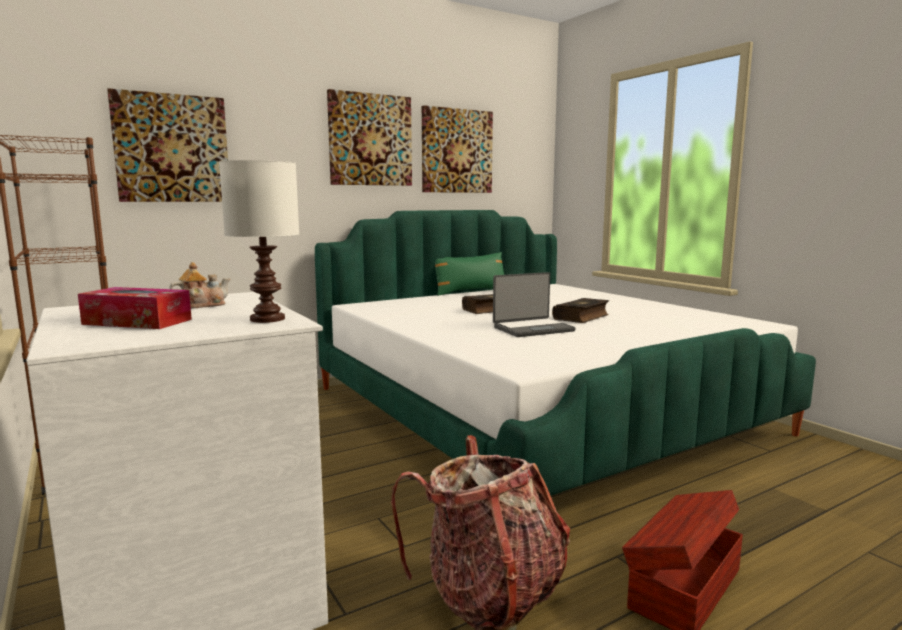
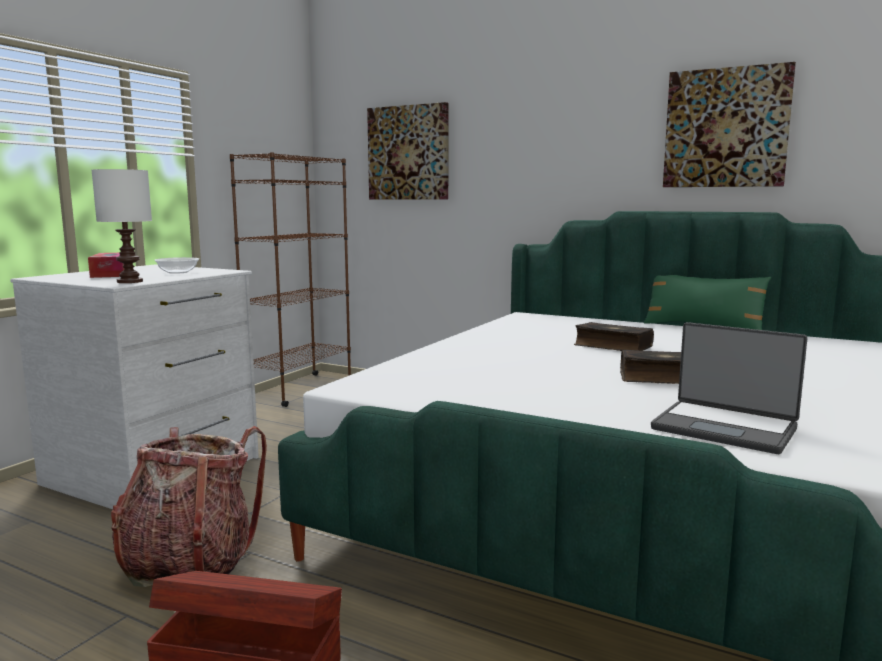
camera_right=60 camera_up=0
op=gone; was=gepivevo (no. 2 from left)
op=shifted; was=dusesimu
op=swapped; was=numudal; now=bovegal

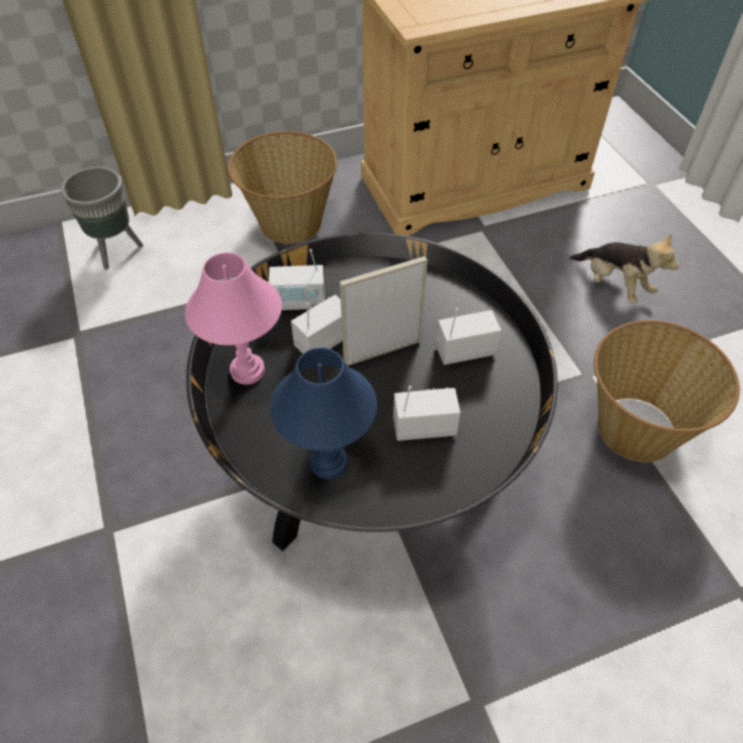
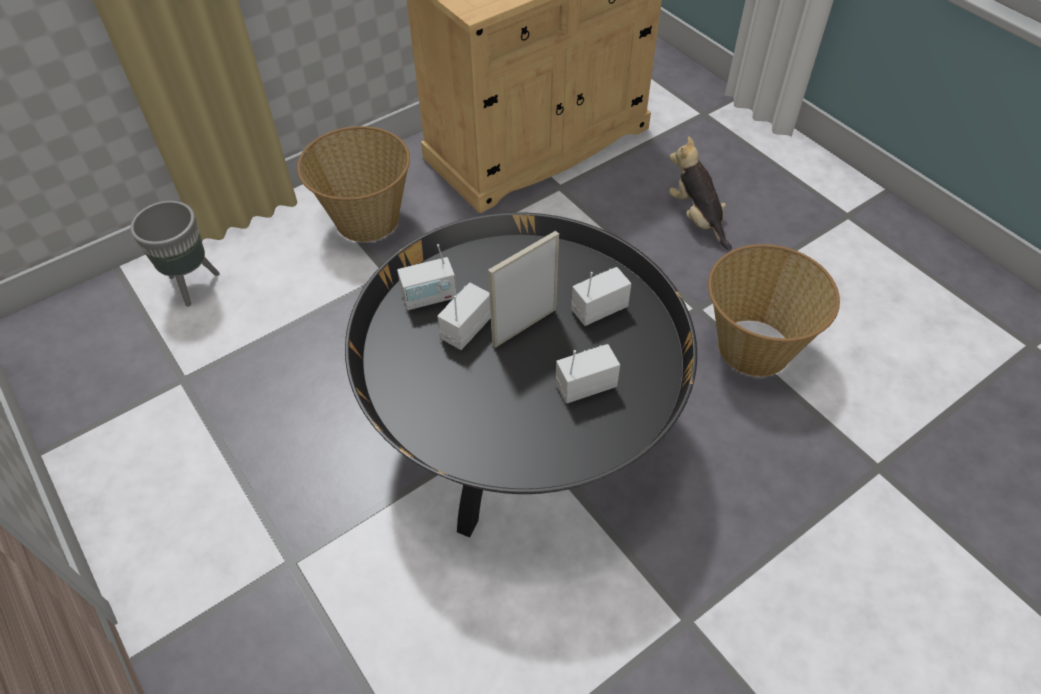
camera_right=-15 camera_up=0
op=gone; was=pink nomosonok
op=gone; was=blue nomosonok
op=rotated; was=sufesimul; clockwise=-150

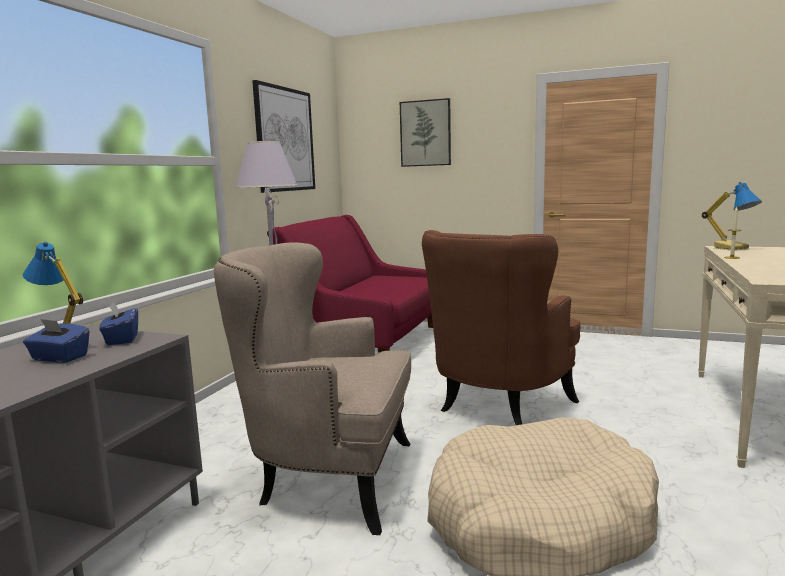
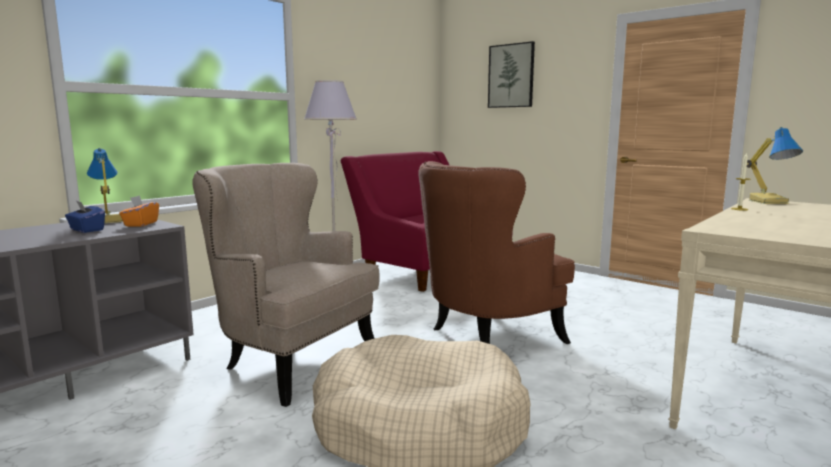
camera_right=20 camera_up=0
op=gone; was=gepivevo (no. 1 from left)
op=repainted; was=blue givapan (no. 2 from left); now=orange givapan

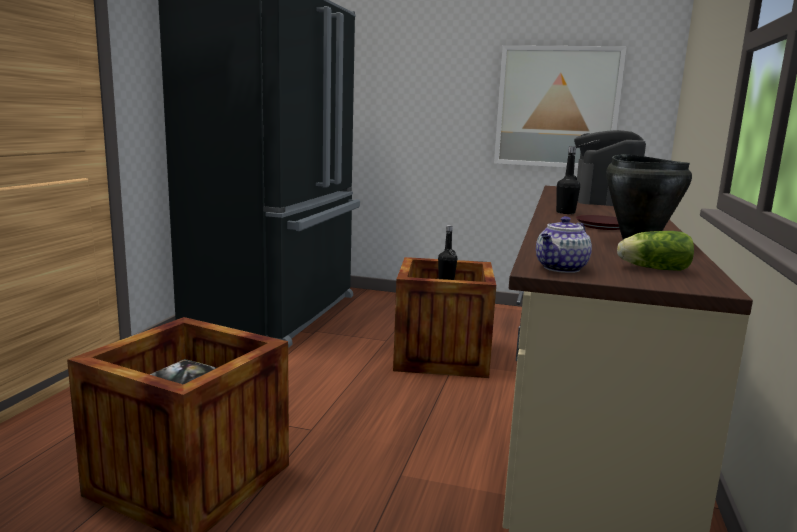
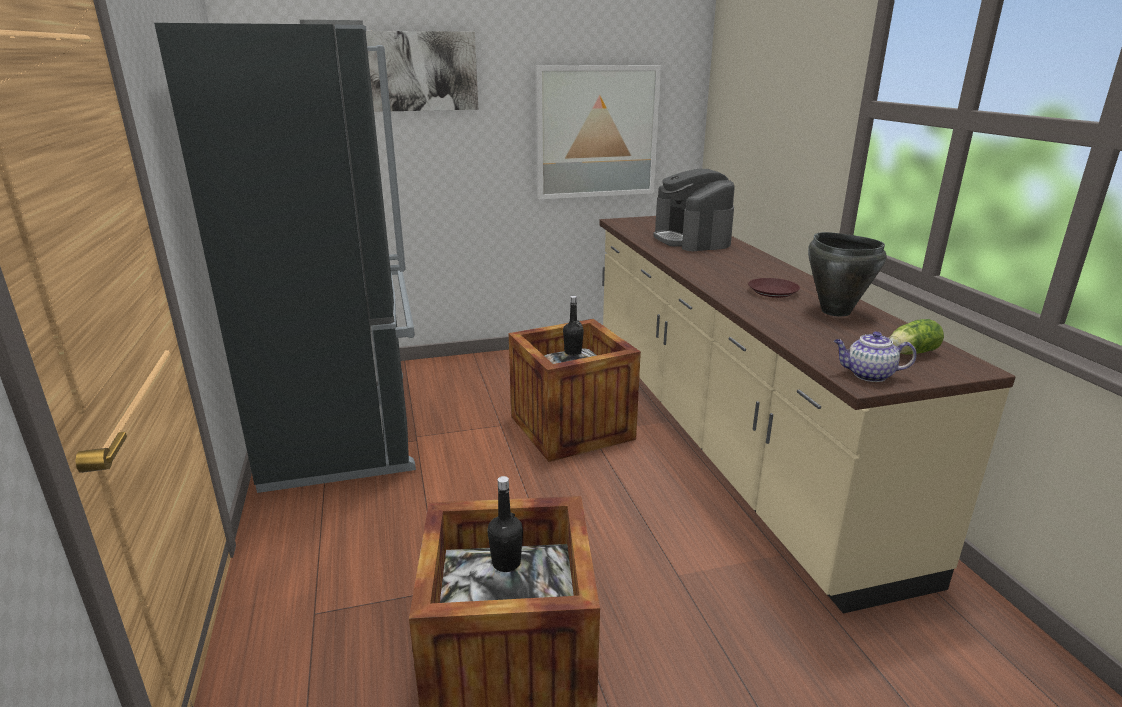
camera_right=-30 camera_up=10
op=new; now=gepivevo (no. 1 from left)
op=shifted; was=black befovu (no. 2 from left in the first image); now=black befovu (no. 1 from left)
op=rotated; was=numudal; clockwise=90

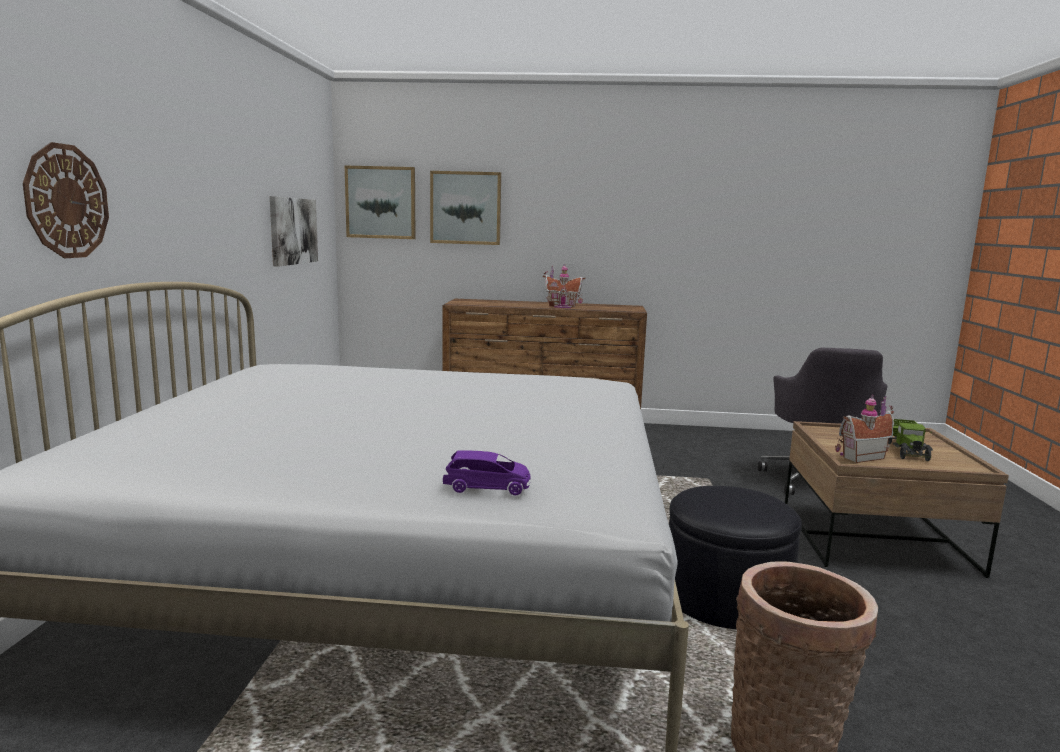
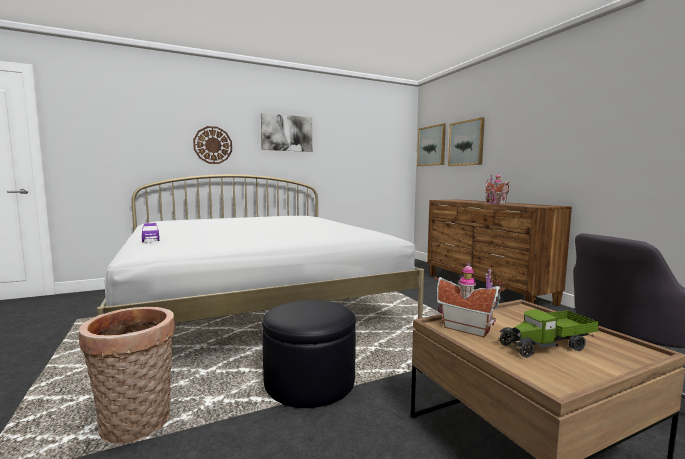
camera_right=60 camera_up=-5
op=shifted; was=gepivevo (no. 1 from left)

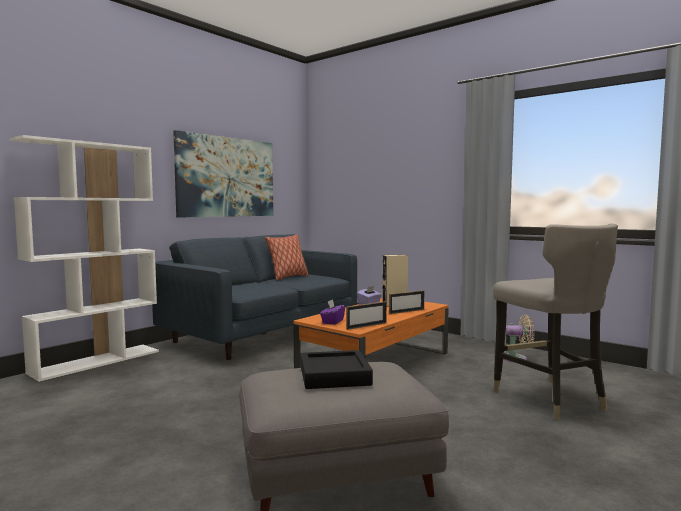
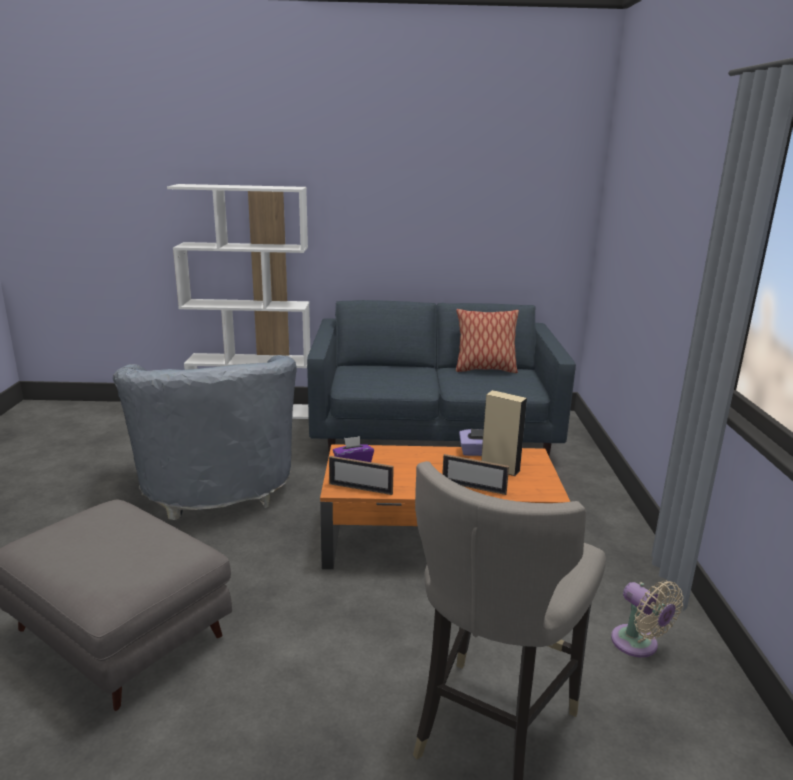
camera_right=50 camera_up=15
op=gone; was=gepivevo
op=gone; was=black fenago
op=new; now=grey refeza

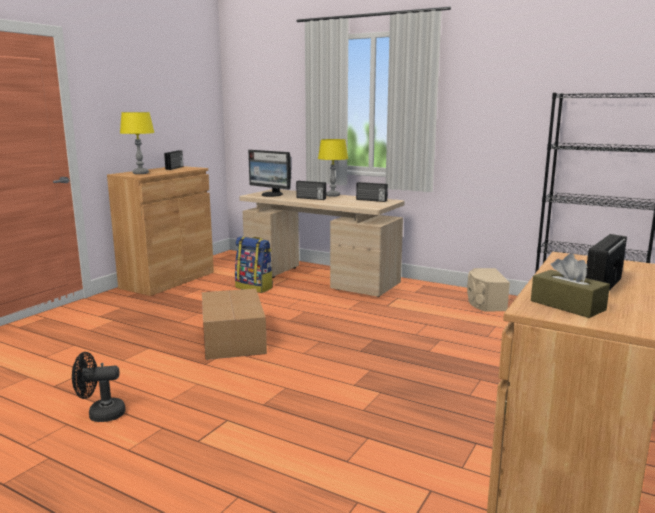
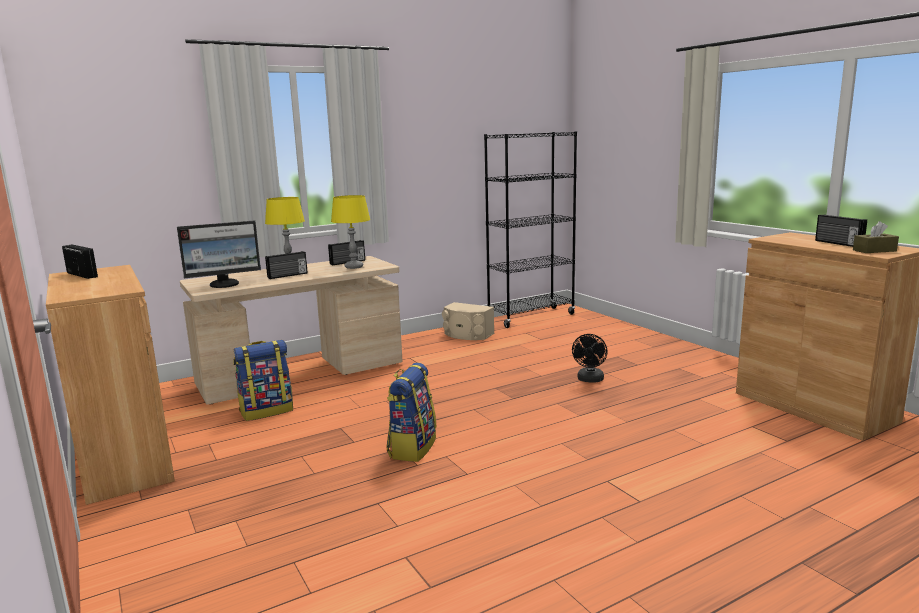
camera_right=-60 camera_up=0
op=shifted; was=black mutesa
op=shifted; was=yellow nomosonok (no. 1 from left in the first image); now=yellow nomosonok (no. 2 from left)
op=swapped; was=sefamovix; now=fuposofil (no. 2 from left)

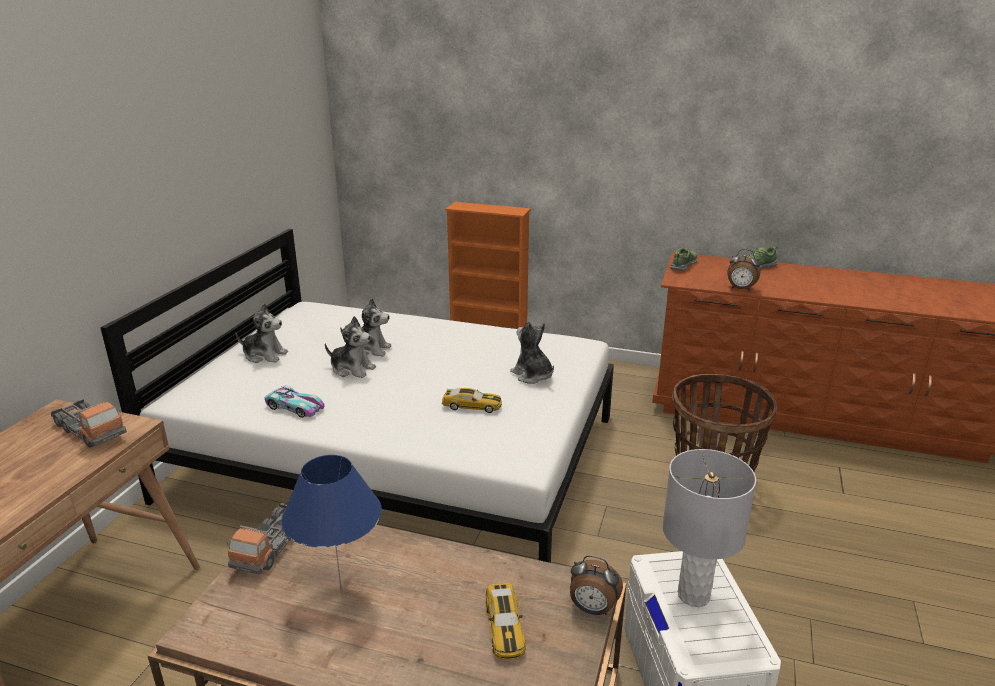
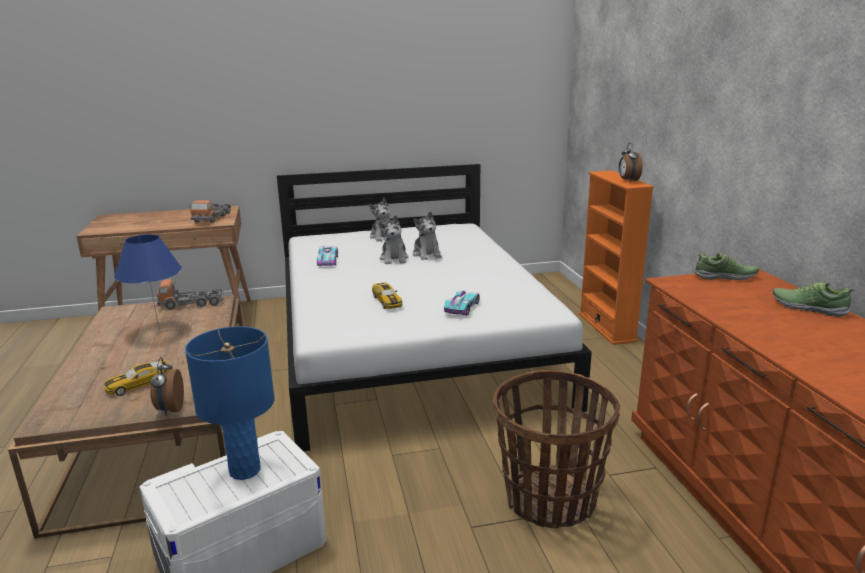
camera_right=60 camera_up=-5
op=shifted; was=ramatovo (no. 2 from left)
op=swapped; was=sufesimul (no. 4 from left); now=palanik (no. 4 from left)
op=repainted; was=grey nomosonok; now=blue nomosonok (no. 2 from left)

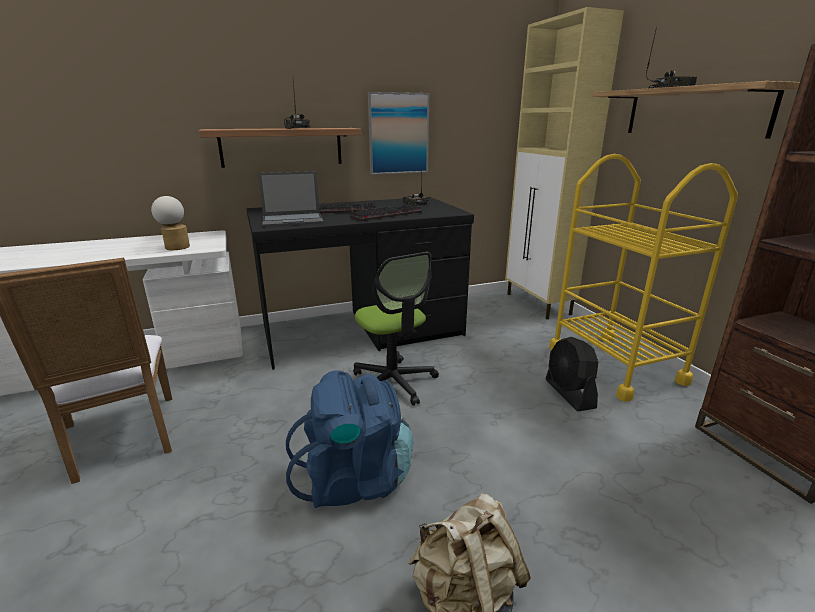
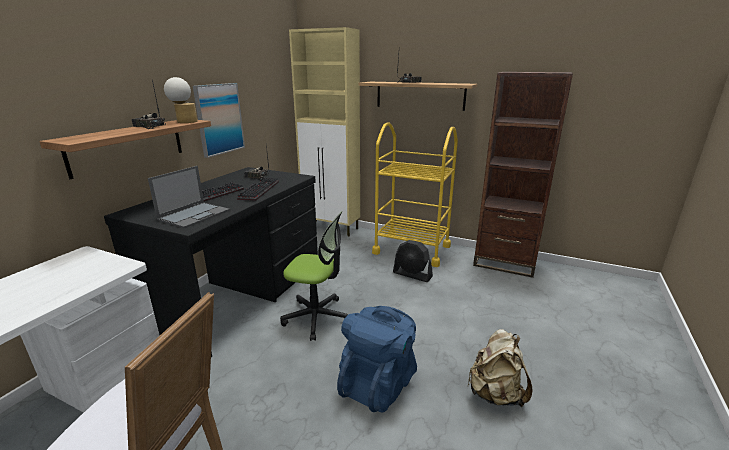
camera_right=-45 camera_up=0
op=shifted; was=nomosonok

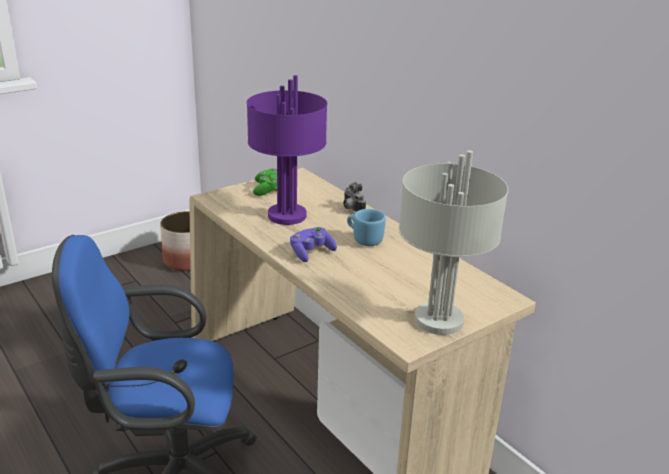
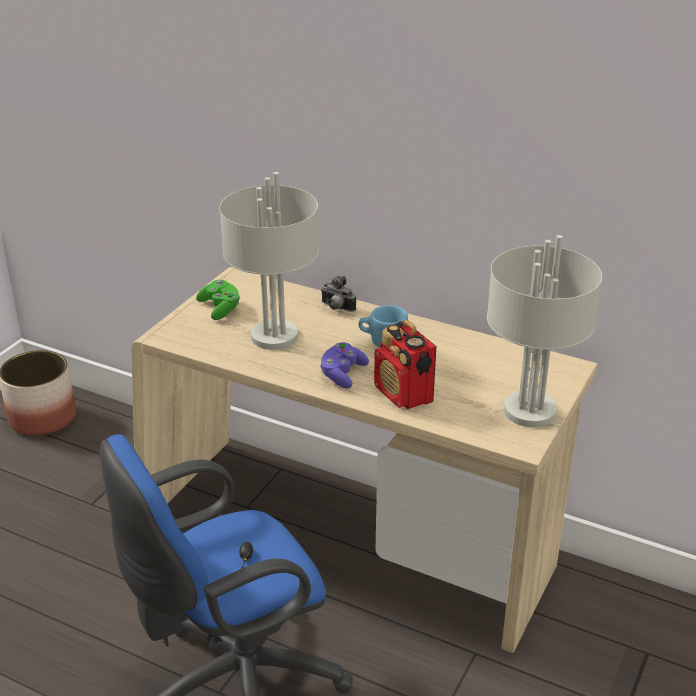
camera_right=-25 camera_up=5
op=new; now=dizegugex
op=repainted; was=purple nomosonok; now=grey nomosonok (no. 1 from left)

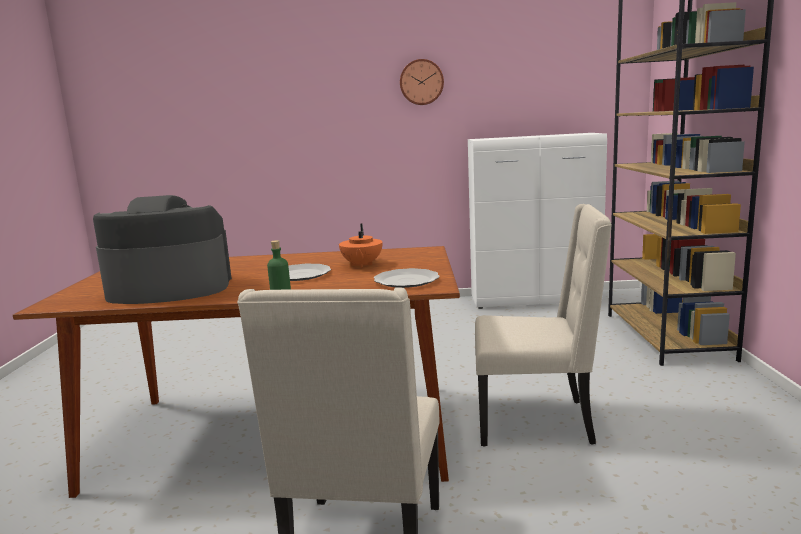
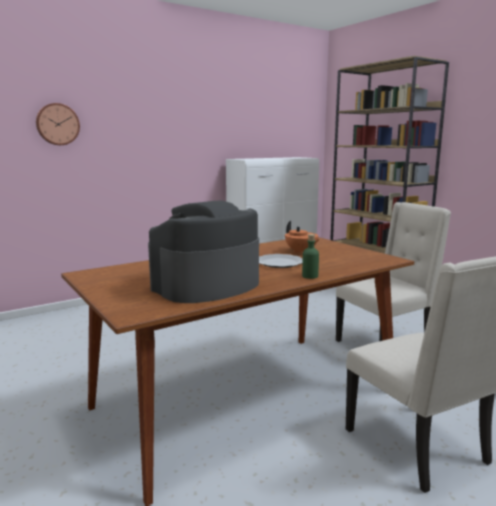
camera_right=-35 camera_up=0
op=gone; was=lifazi (no. 2 from left)
op=shifted; was=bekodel

